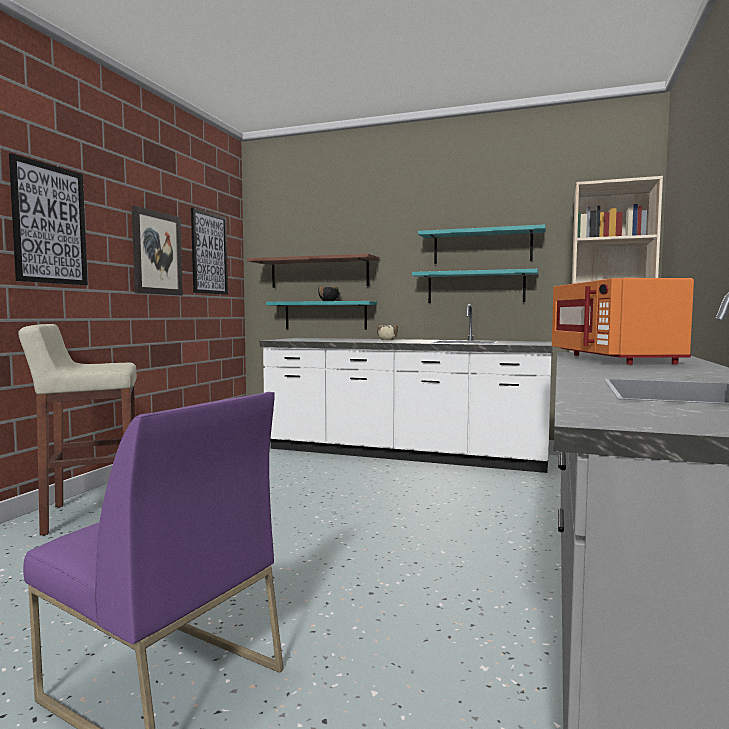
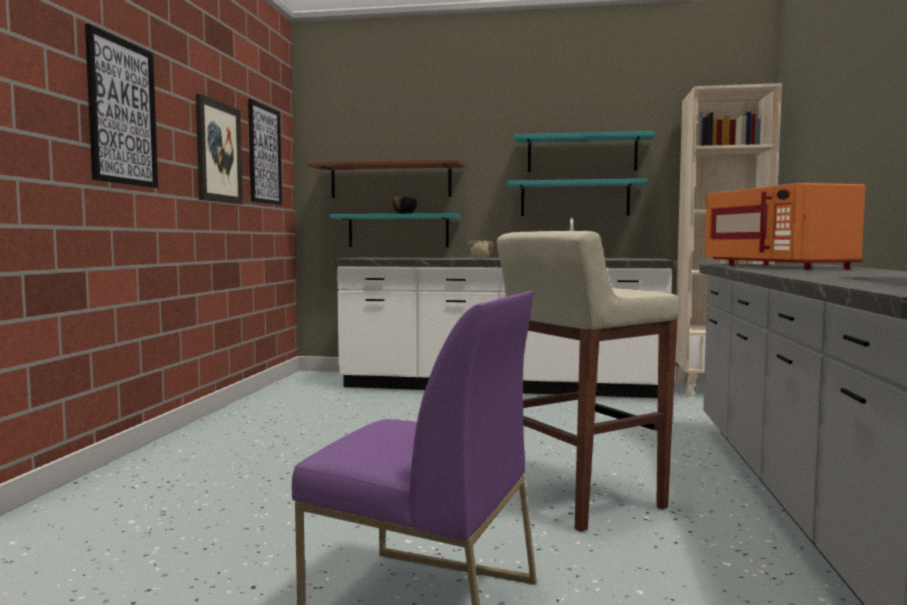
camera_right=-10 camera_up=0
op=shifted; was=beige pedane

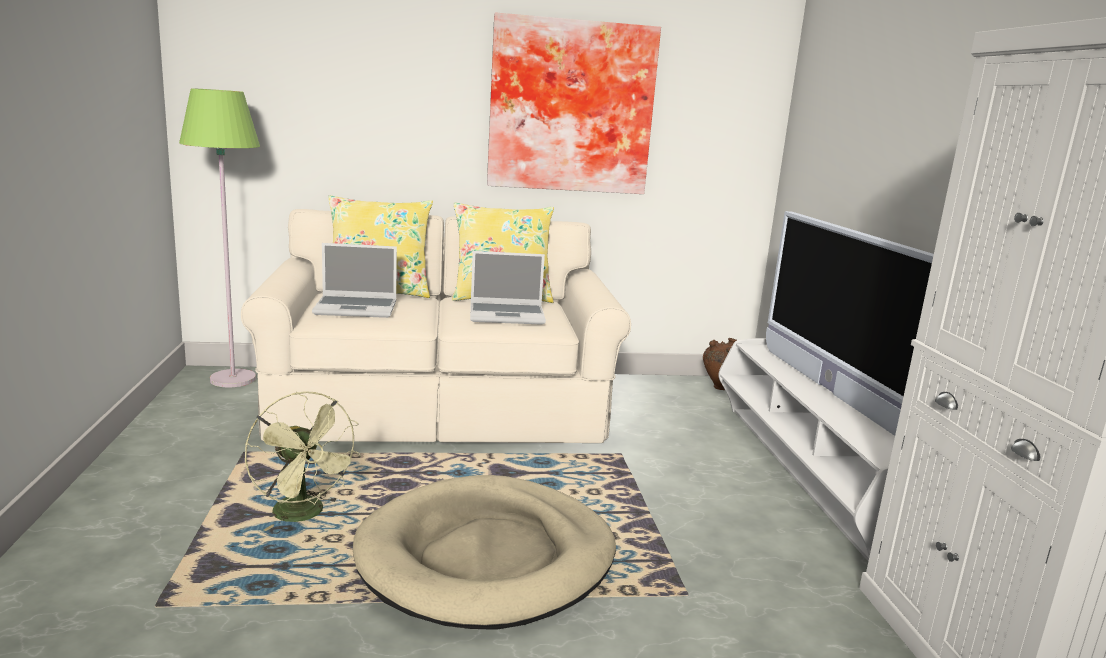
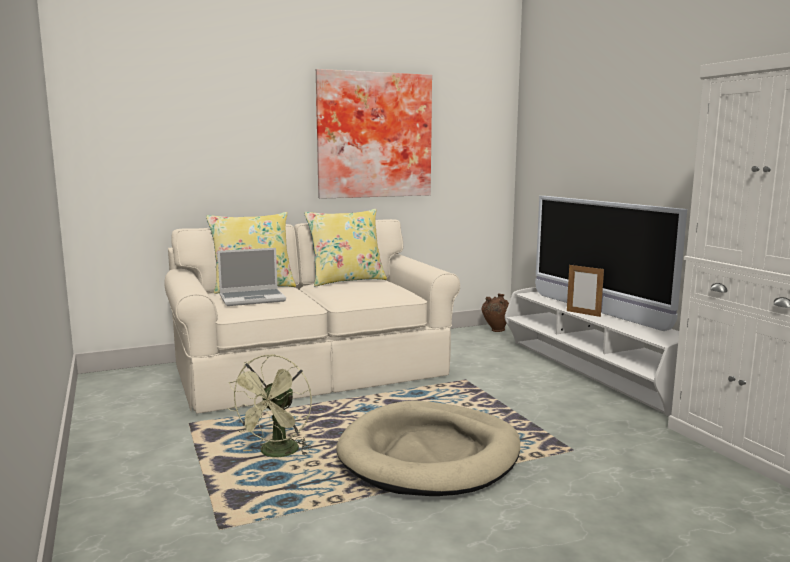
camera_right=-15 camera_up=-5
op=gone; was=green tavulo
op=gone; was=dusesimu (no. 2 from left)
op=new; now=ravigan
op=rotated; was=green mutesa; clockwise=75

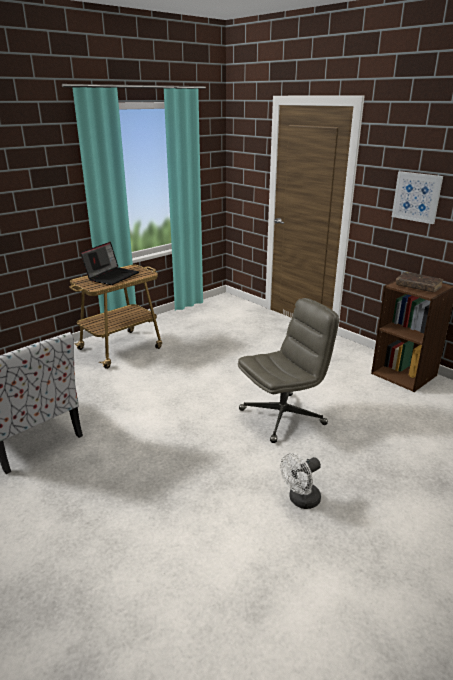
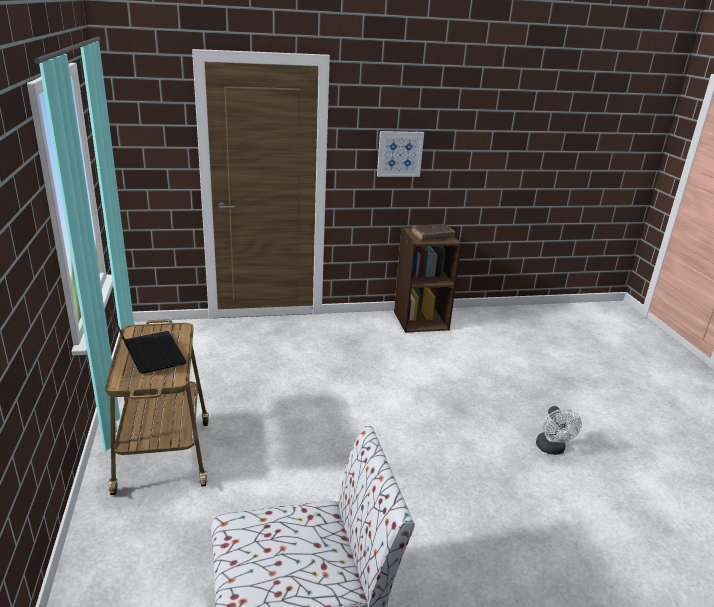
camera_right=-60 camera_up=0
op=gone; was=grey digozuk

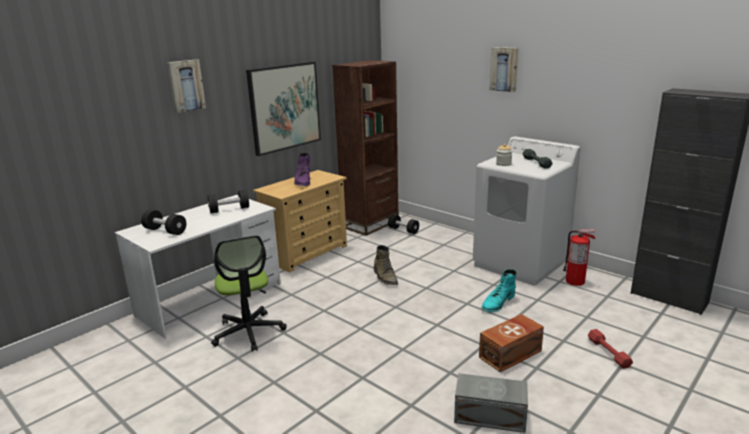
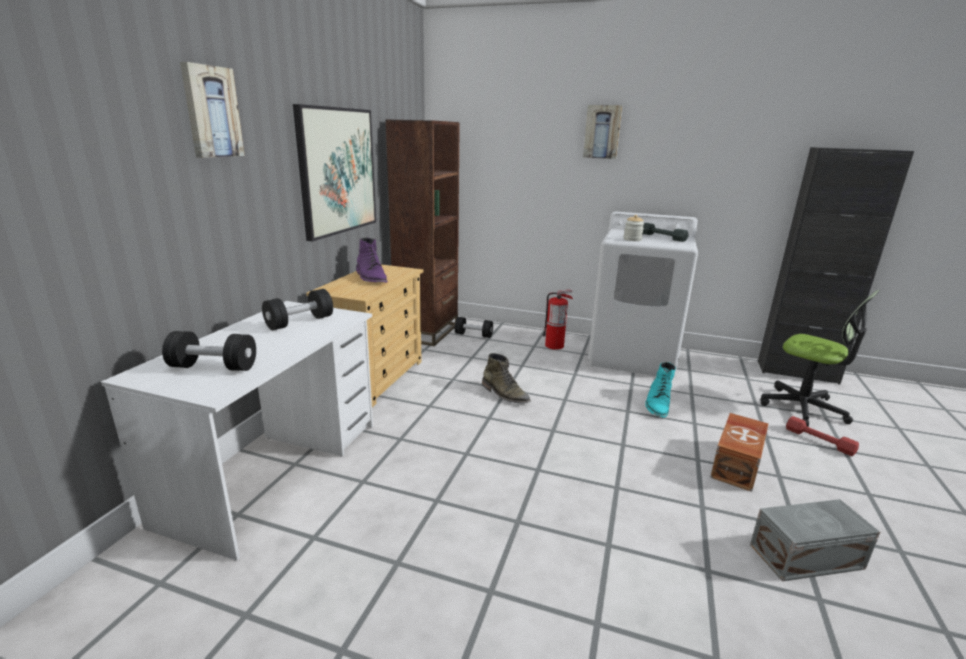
camera_right=-25 camera_up=0
op=shifted; was=digozuk
op=shifted; was=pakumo

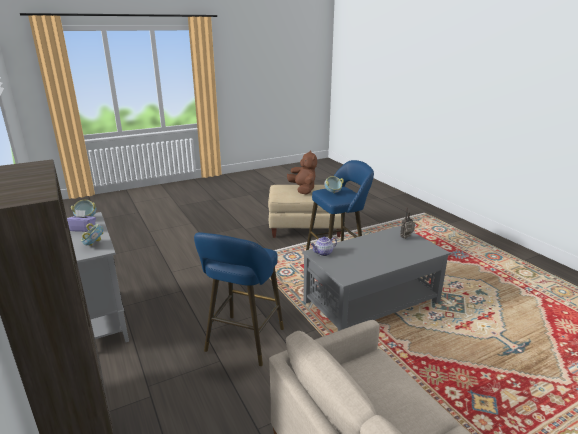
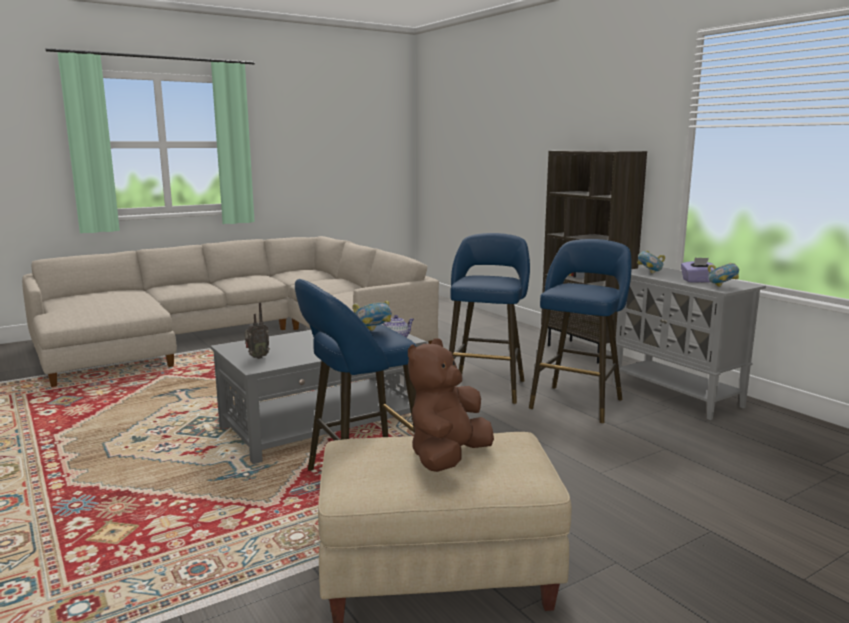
camera_right=175 camera_up=-10
op=new; now=blue pedane (no. 3 from left)
op=rotated; was=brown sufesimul; clockwise=60

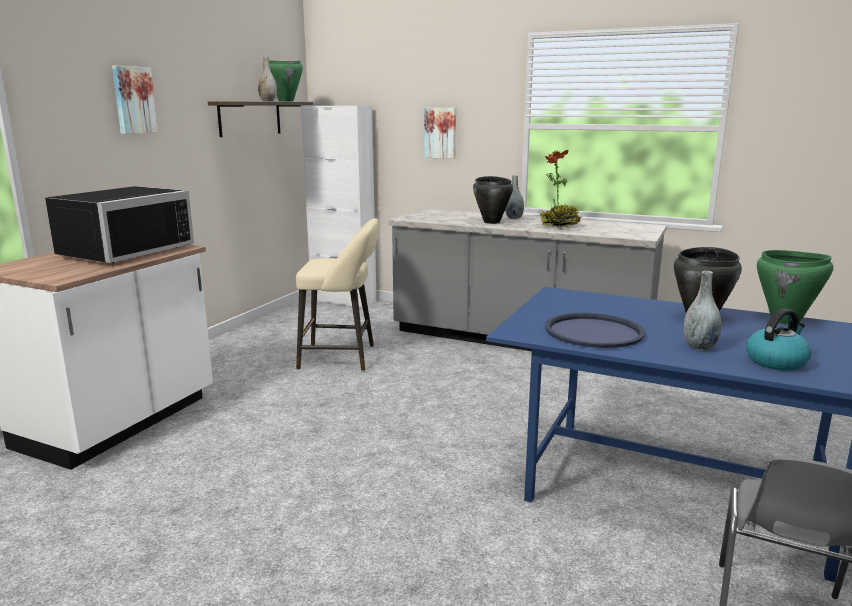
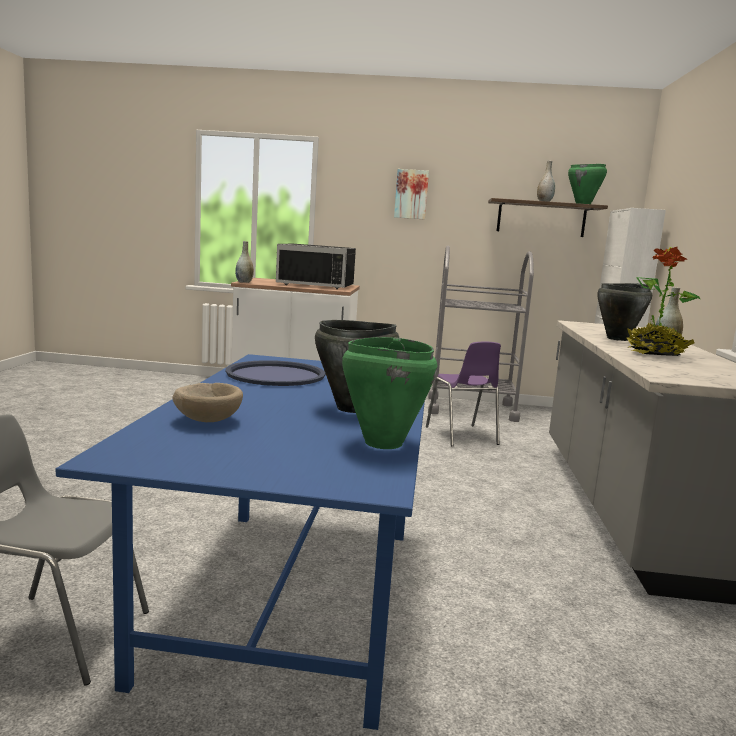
camera_right=70 camera_up=-5
op=gone; was=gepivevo (no. 2 from left)
op=new; now=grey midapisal
op=shifted; was=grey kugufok (no. 3 from left in the first image); now=grey kugufok (no. 1 from left)
op=swapped; was=beige pedane; now=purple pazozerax
op=swapped; was=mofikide; now=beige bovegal

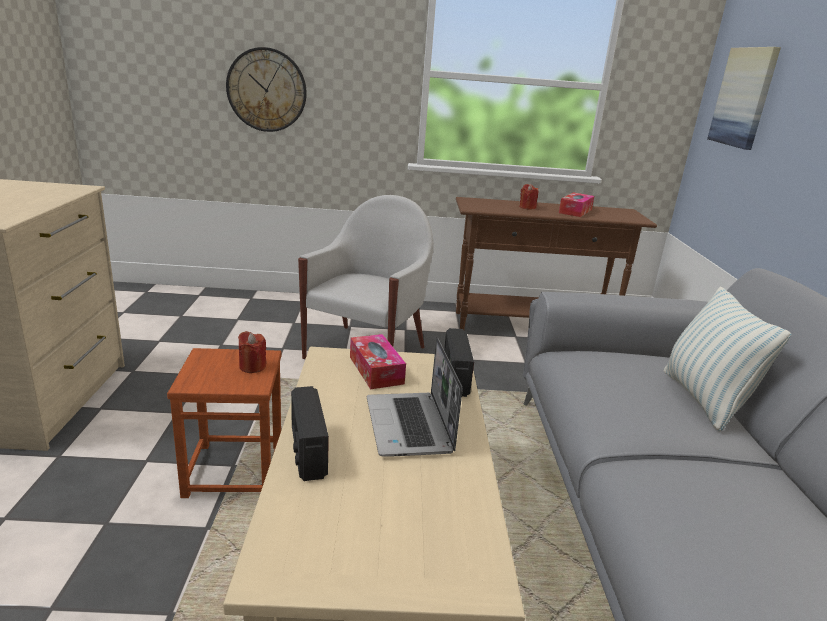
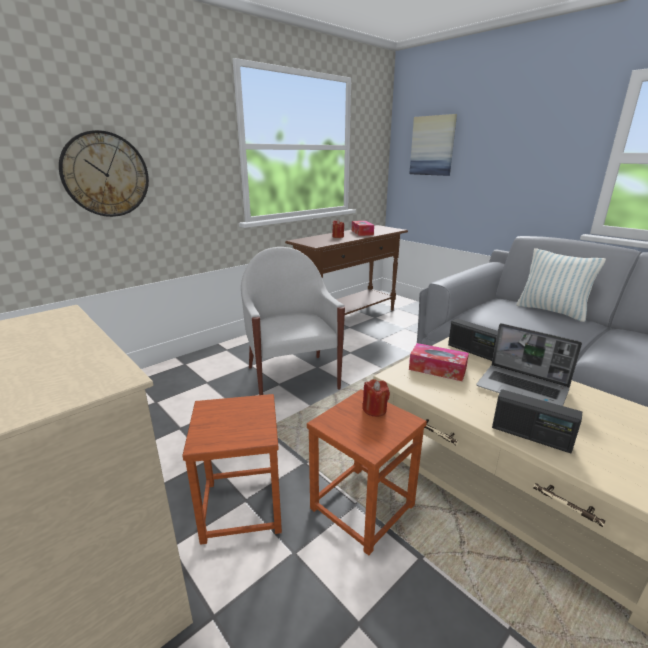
camera_right=-40 camera_up=0
op=new; now=brown pedane (no. 1 from left)

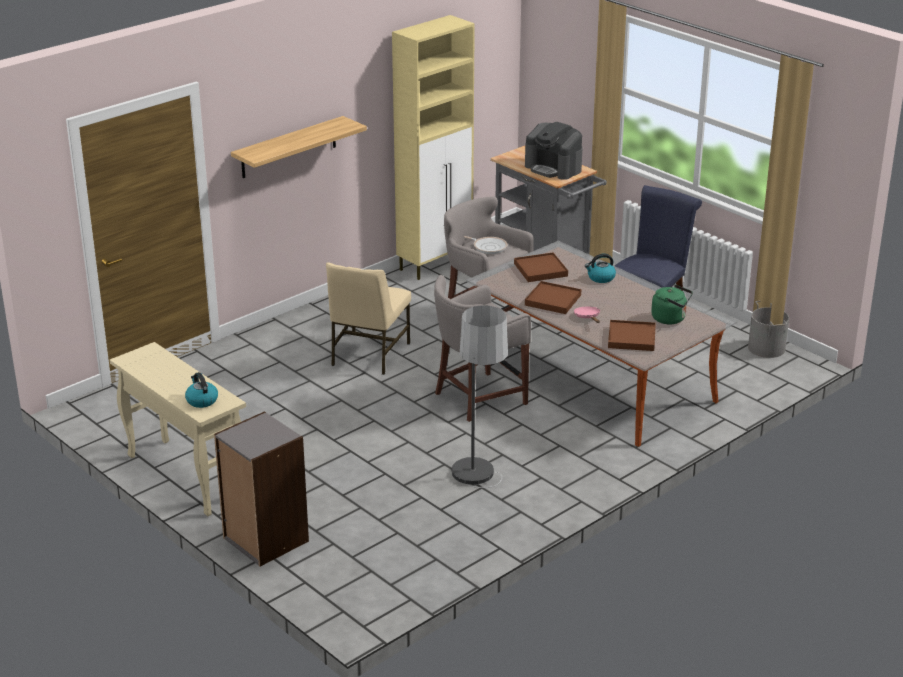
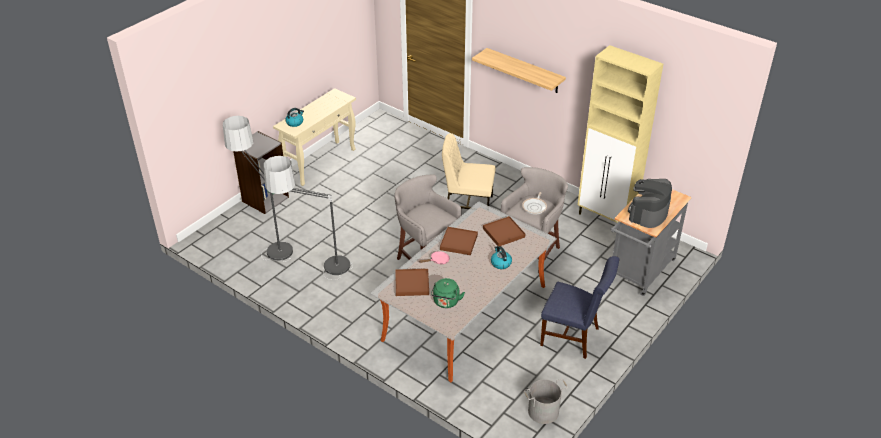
camera_right=80 camera_up=10
op=new; now=tavulo (no. 1 from left)

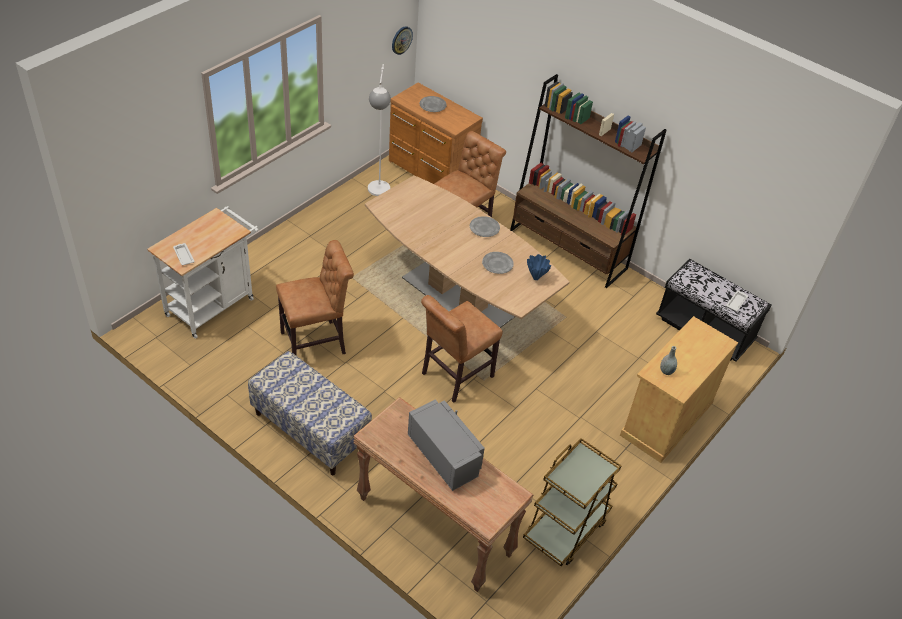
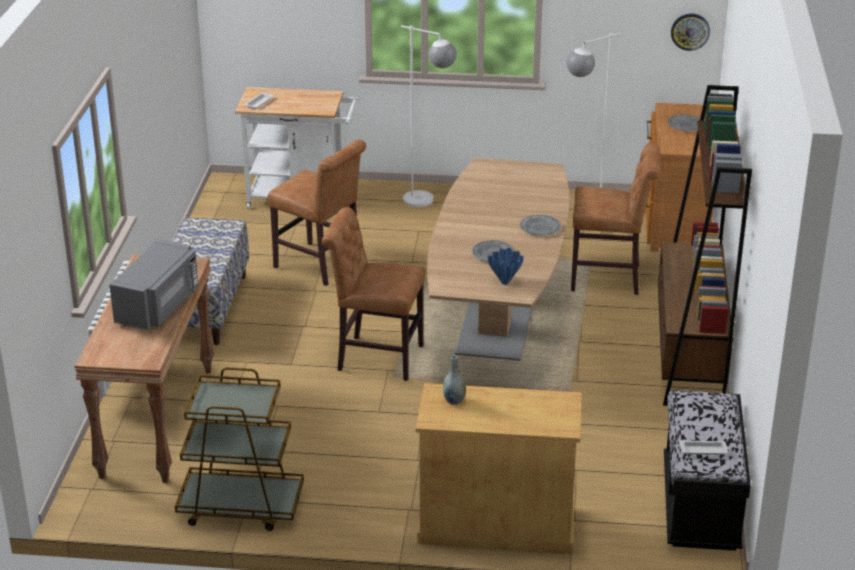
camera_right=60 camera_up=-15
op=new; now=white tavulo (no. 1 from left)

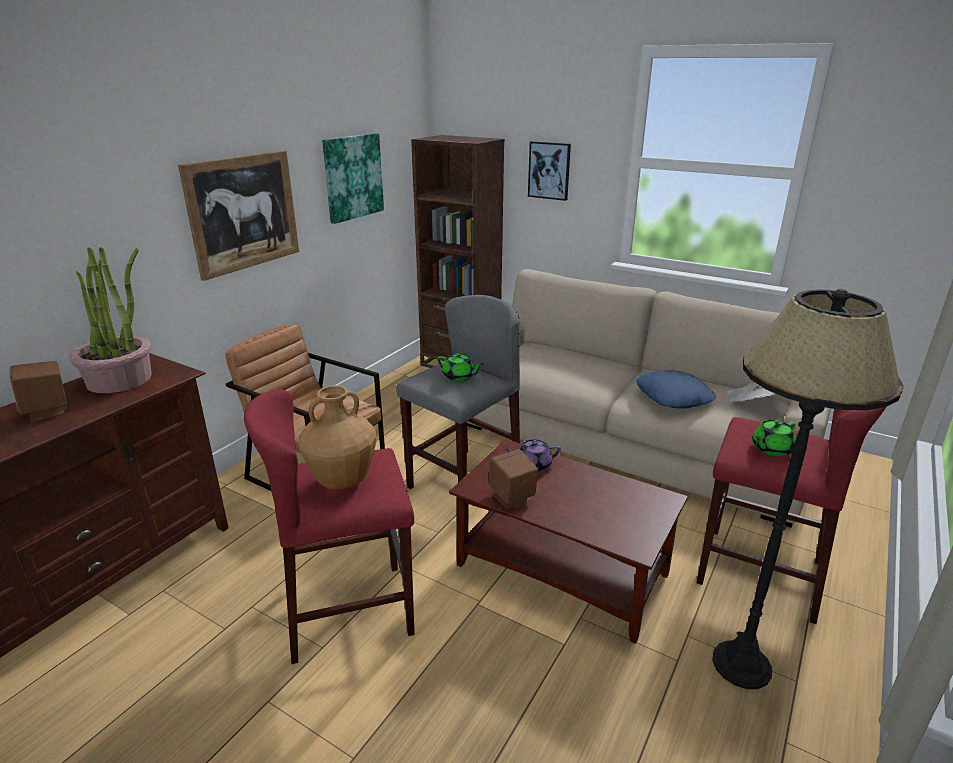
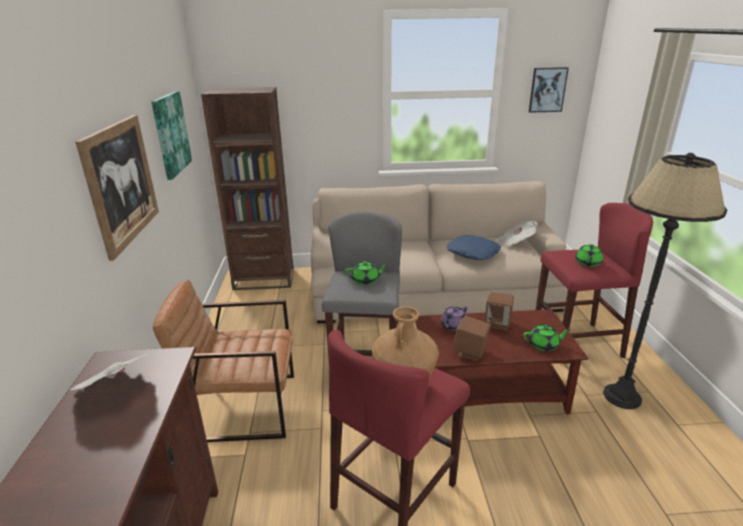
camera_right=-35 camera_up=0
op=new; now=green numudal (no. 2 from left)
op=shifted; was=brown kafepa (no. 1 from left in the first image); now=brown kafepa (no. 2 from left)
op=shifted; was=gepivevo (no. 3 from left)
op=swapped; was=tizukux; now=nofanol (no. 1 from left)

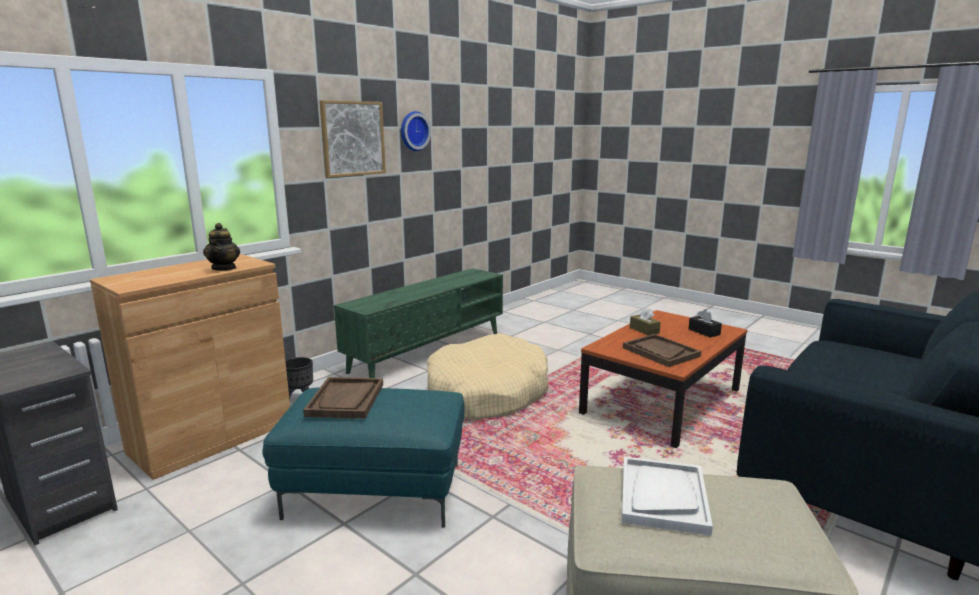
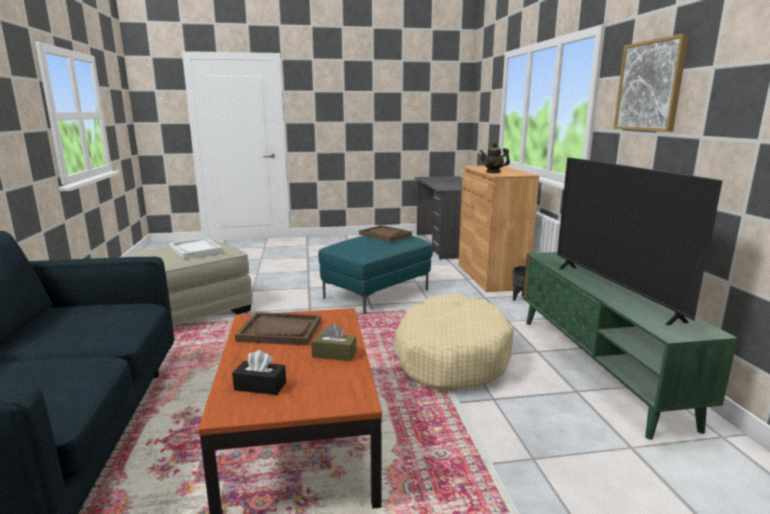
camera_right=130 camera_up=0
op=gone; was=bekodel
op=new; now=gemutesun

